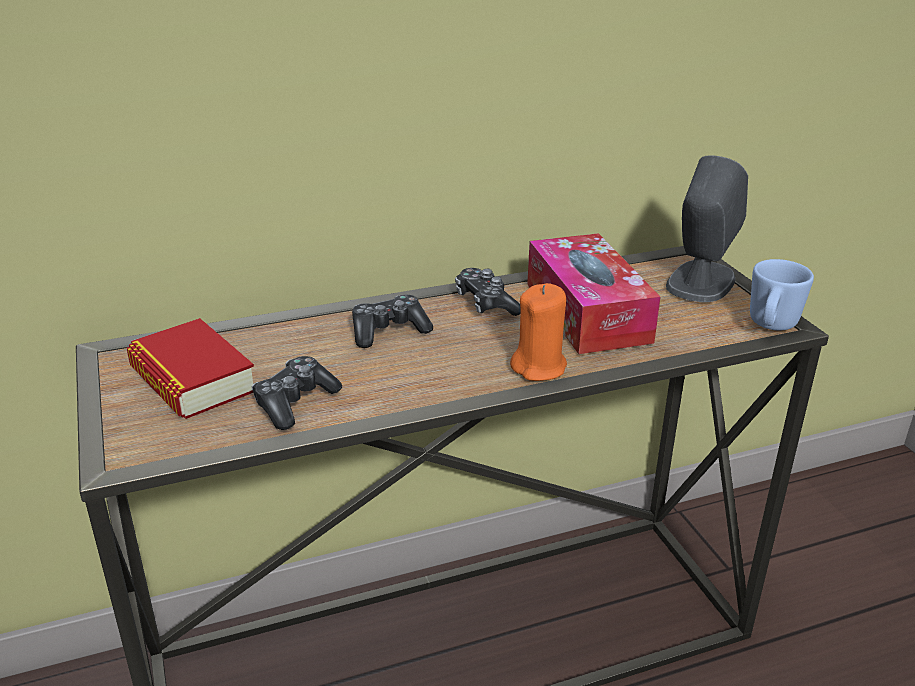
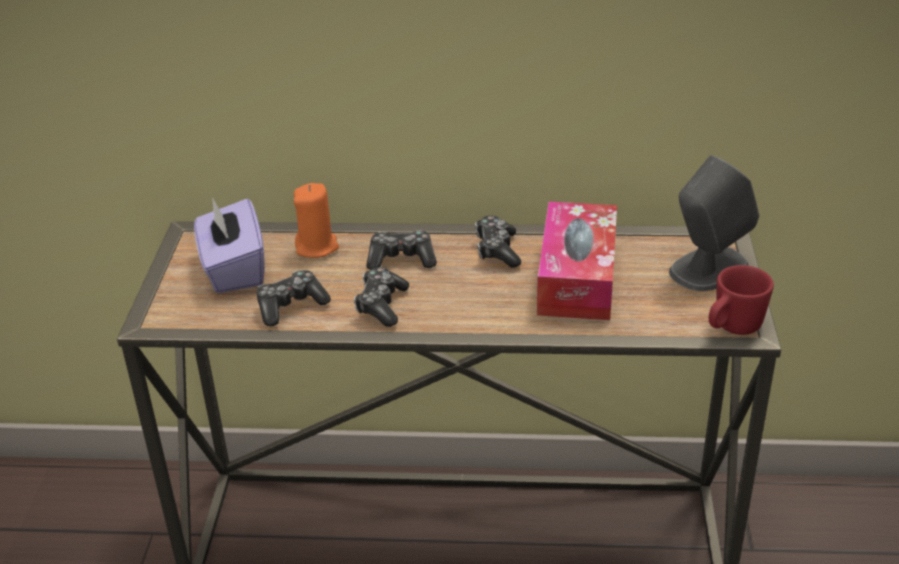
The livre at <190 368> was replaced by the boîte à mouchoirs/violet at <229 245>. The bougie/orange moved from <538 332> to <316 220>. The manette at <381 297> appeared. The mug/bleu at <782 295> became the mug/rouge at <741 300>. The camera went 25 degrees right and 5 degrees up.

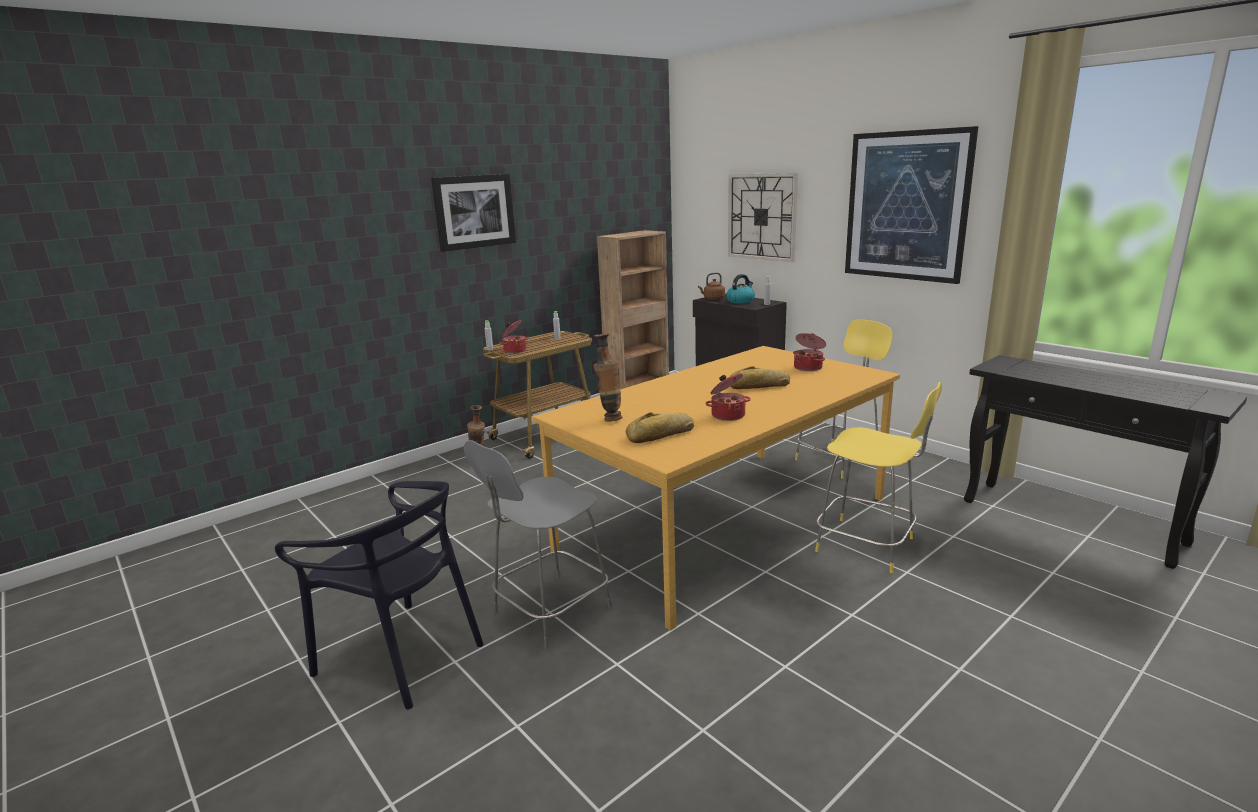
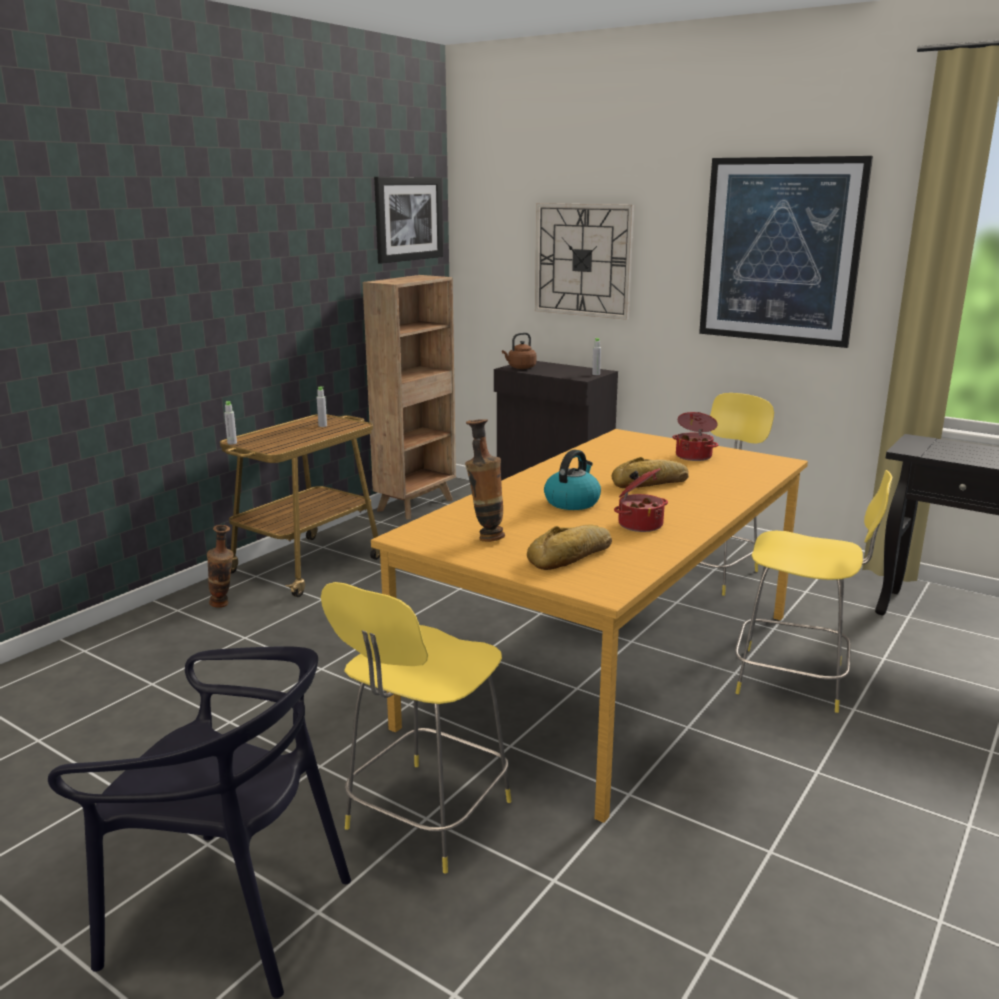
The tabouret/gris at <538 544> became the tabouret/jaune at <416 728>. The tableau moved from <473 213> to <408 220>. The bouilloire moved from <740 289> to <572 480>. The marmite at <513 336> disappeared. The camera went 15 degrees left and 0 degrees up.

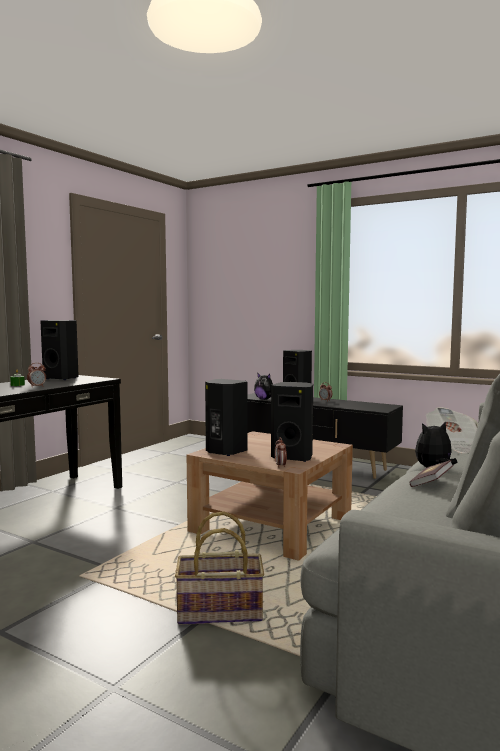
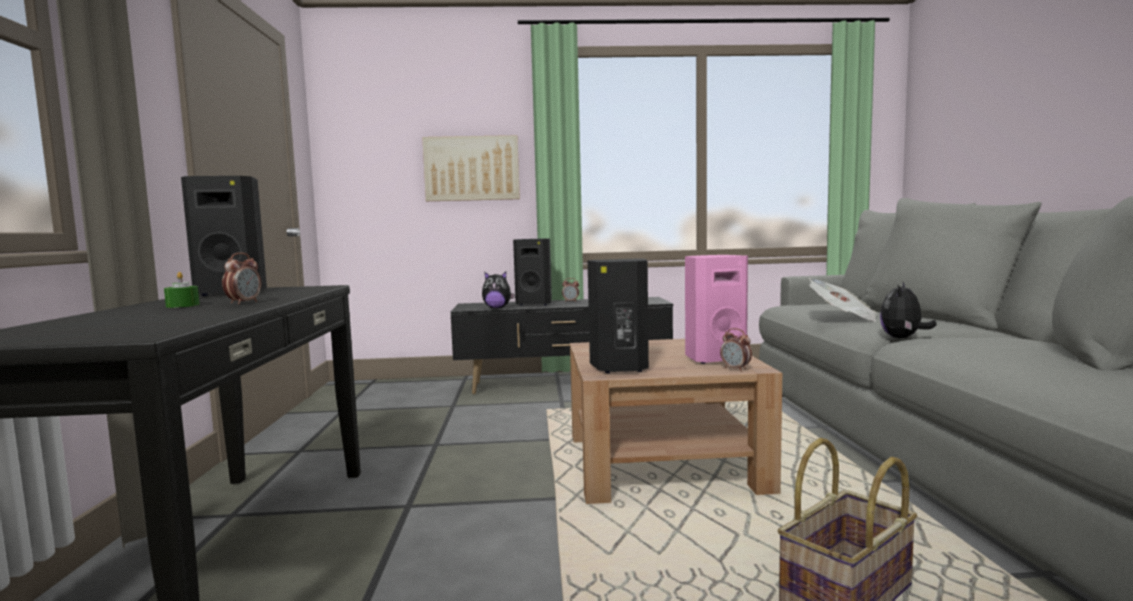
The tableau at <471 168> appeared. The enceinte/noir at <292 422> became the enceinte/rose at <716 309>. The livre at <431 473> disappeared. The camera went 35 degrees left and 0 degrees up.

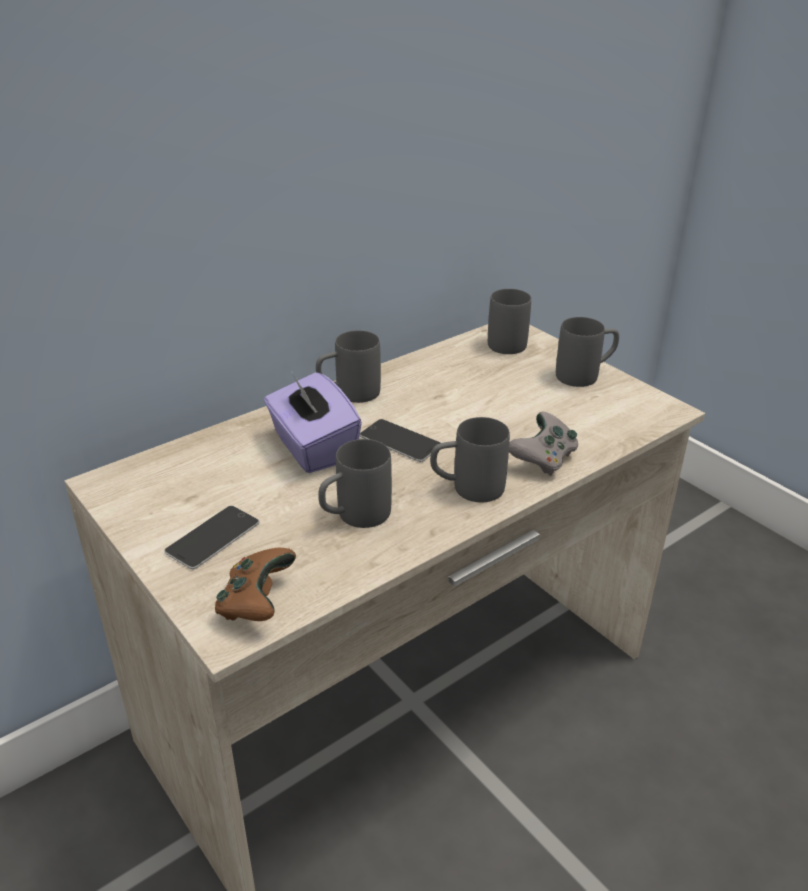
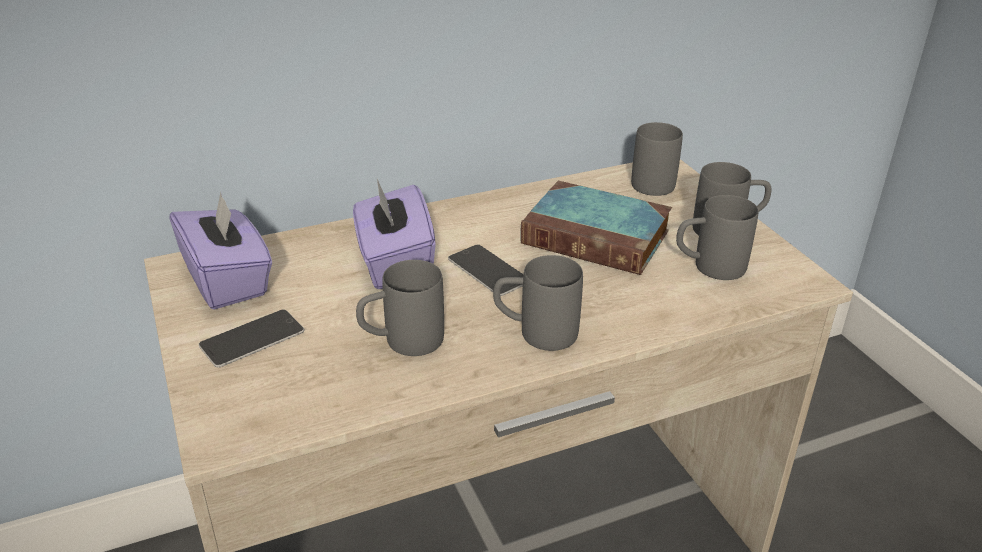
The boîte à mouchoirs/violet at <220 251> appeared. The livre at <596 228> appeared. The mug/gris moved from <348 366> to <717 237>. The manette/marron at <255 584> disappeared. The manette/gris at <543 444> disappeared. The camera went 15 degrees right and 0 degrees up.

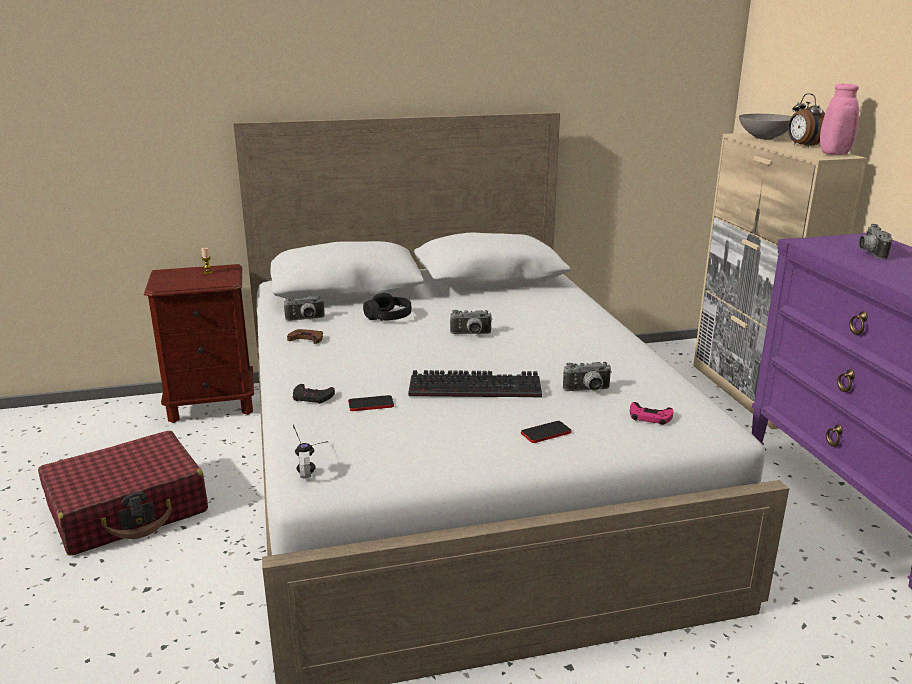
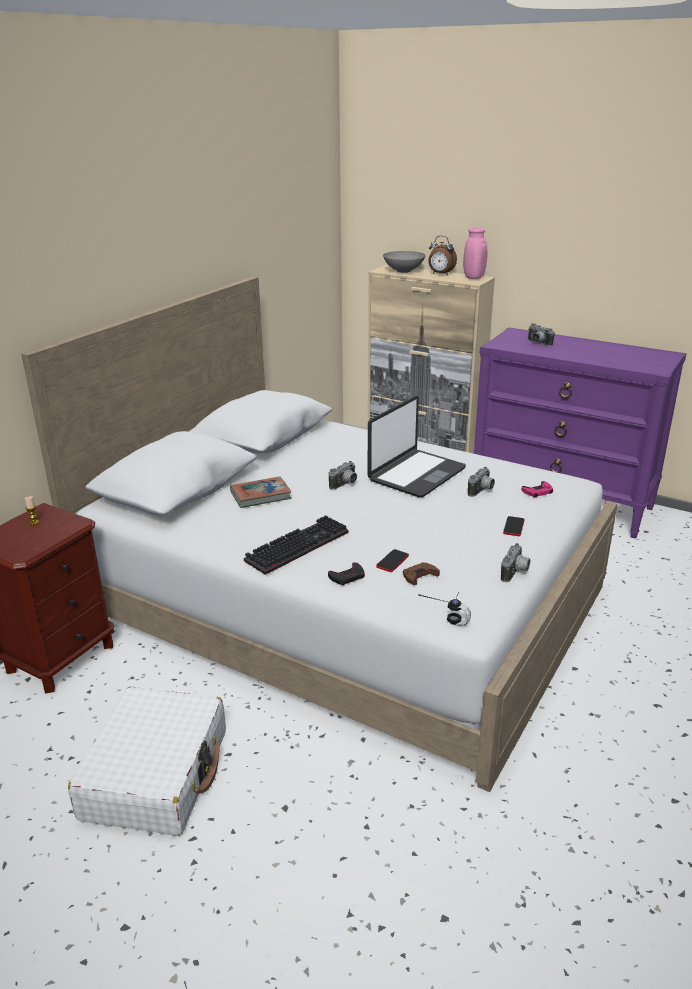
The valise/rouge at <123 493> became the valise/blanc at <147 761>. The casque audio/noir at <387 307> was replaced by the livre at <261 492>. The clavier moved from <475 384> to <296 545>. The ordinateur portable at <417 446> appeared. The manette/marron moved from <305 336> to <421 573>. The appareil photo moved from <304 308> to <515 562>. The camera went 45 degrees left and 5 degrees up.

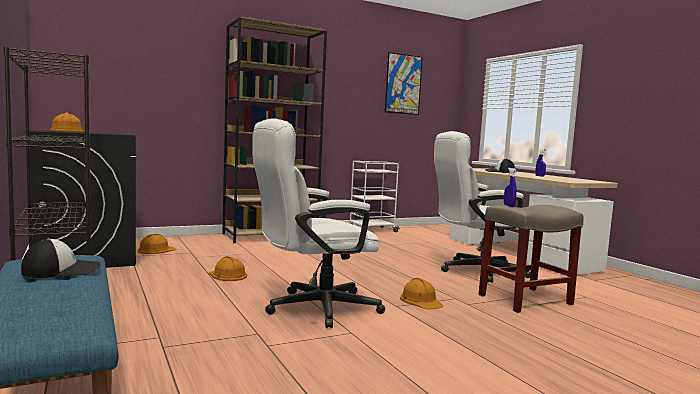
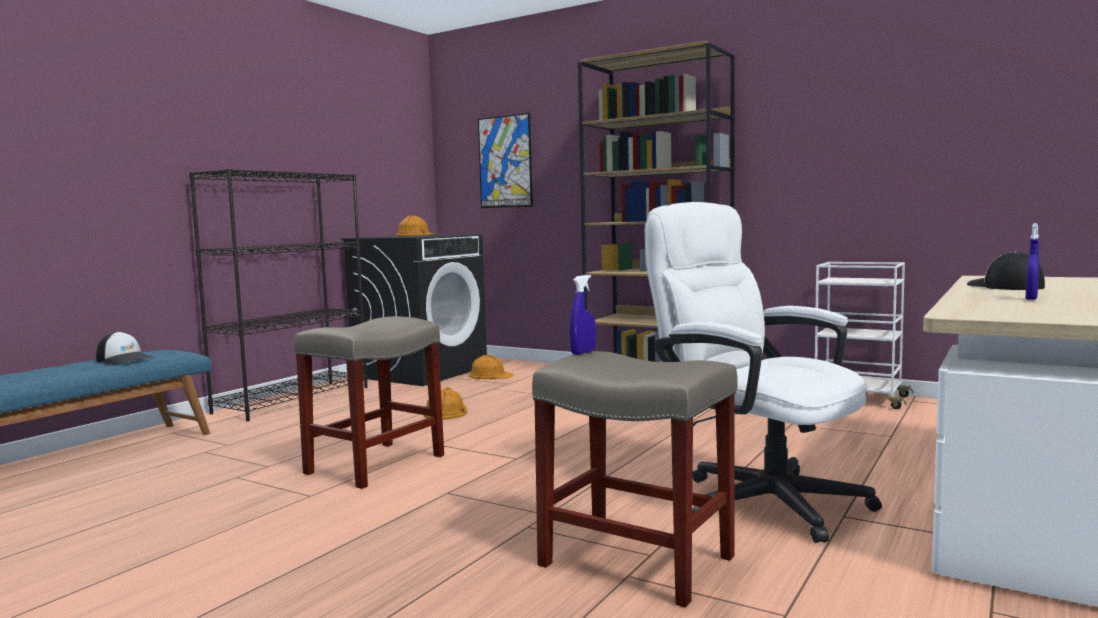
The chaise de bureau/blanc at <318 223> was replaced by the tabouret/beige at <369 402>. The tableau moved from <404 83> to <505 160>. The casque de chantier/orange at <422 293> disappeared. The camera went 60 degrees right and 0 degrees up.

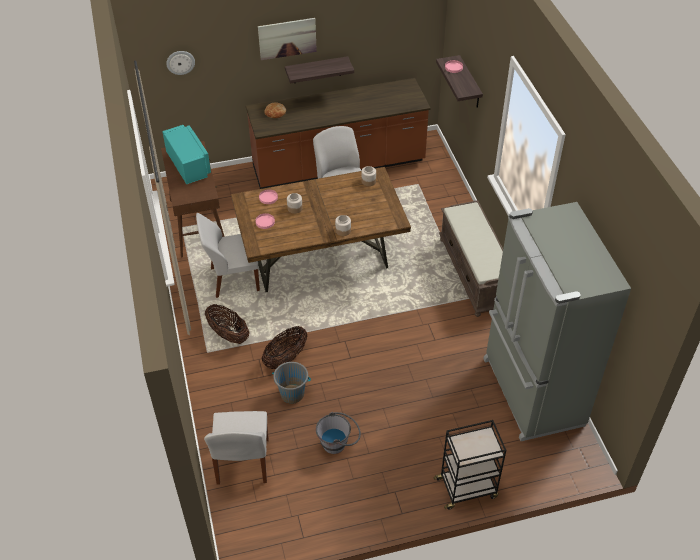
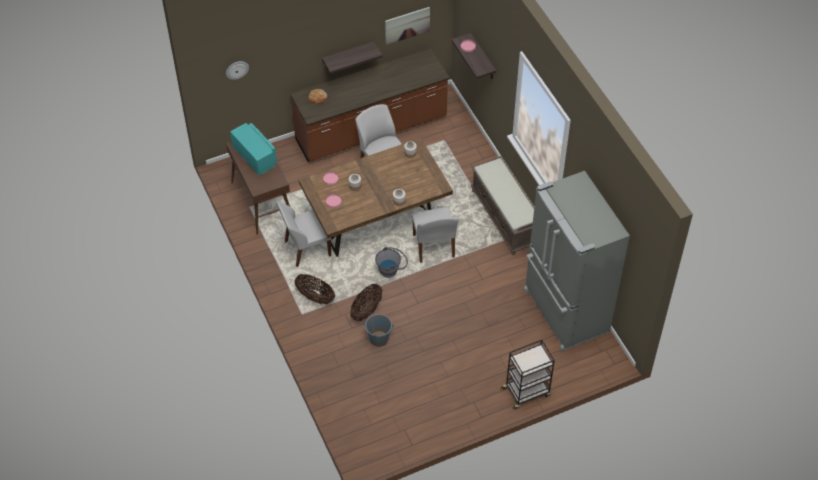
The seau/gris moved from <338 433> to <391 262>. The tableau moved from <287 39> to <407 26>. The chaise/blanc moved from <236 448> to <435 235>. The camera went 10 degrees left and 5 degrees up.

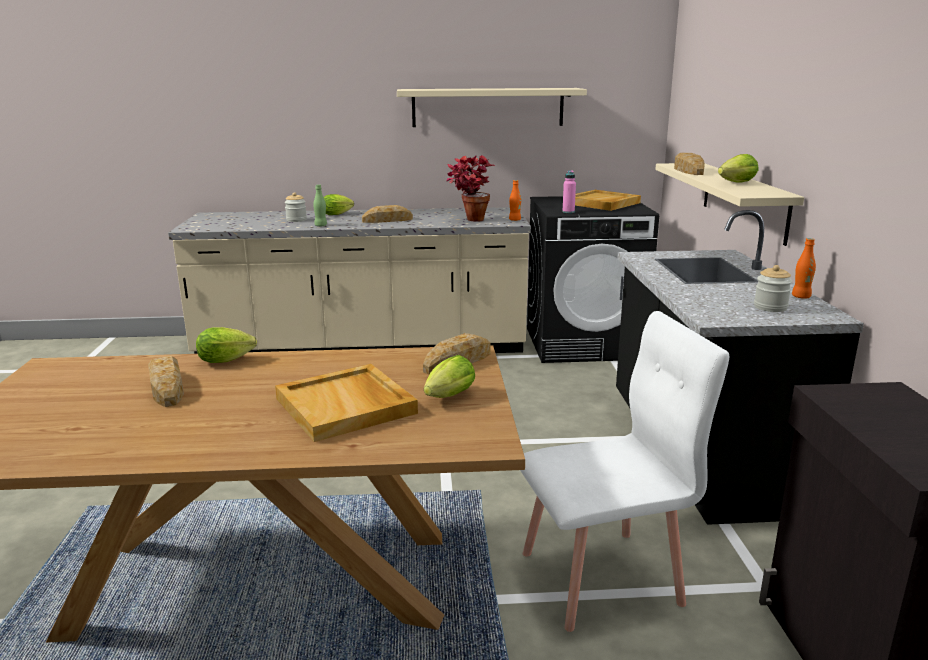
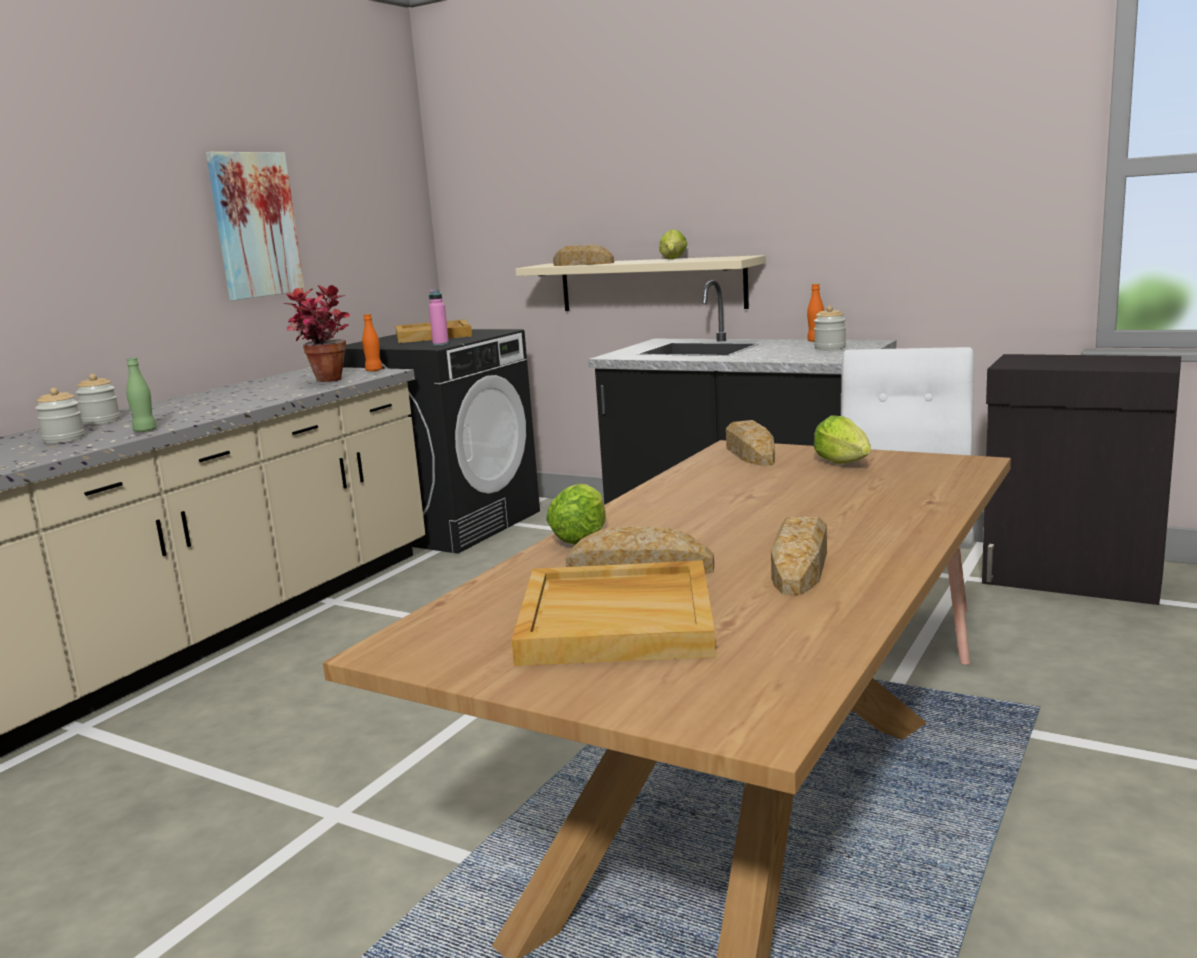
The laitue at <339 204> was replaced by the bocal at <98 399>. The étagère/beige at <492 107> was replaced by the tableau at <255 226>. The plateau/beige moved from <346 403> to <614 613>. The pain moved from <387 214> to <799 555>. The camera went 55 degrees left and 5 degrees down.

